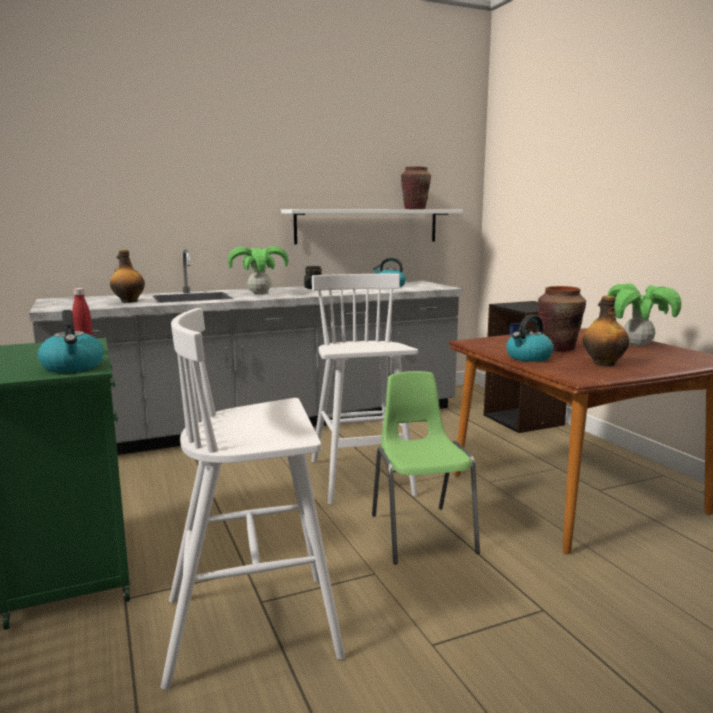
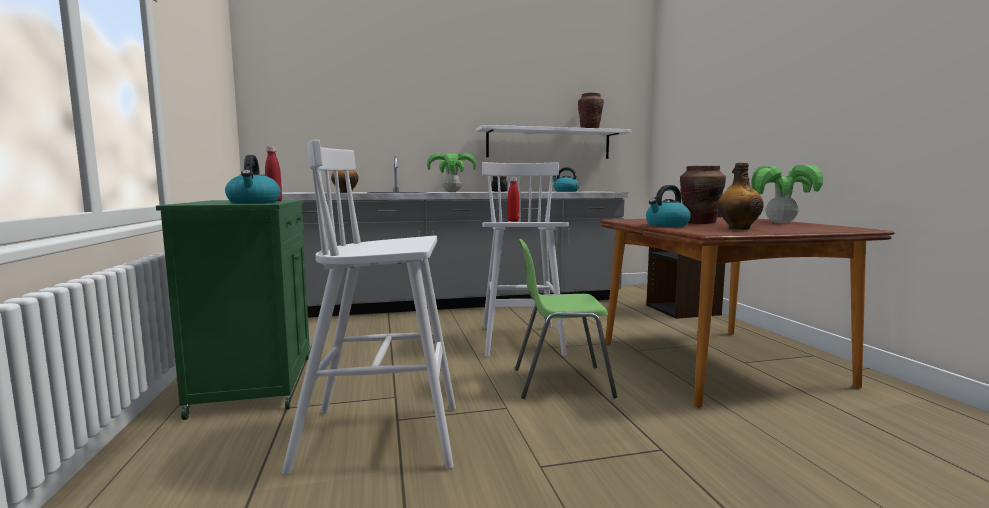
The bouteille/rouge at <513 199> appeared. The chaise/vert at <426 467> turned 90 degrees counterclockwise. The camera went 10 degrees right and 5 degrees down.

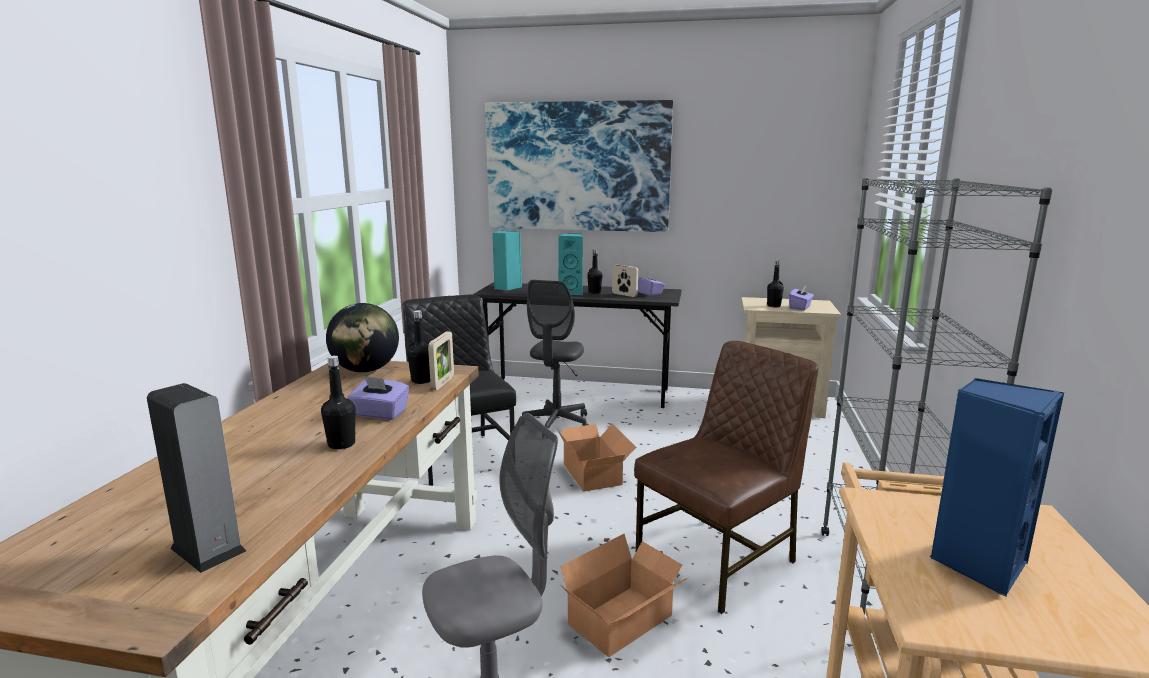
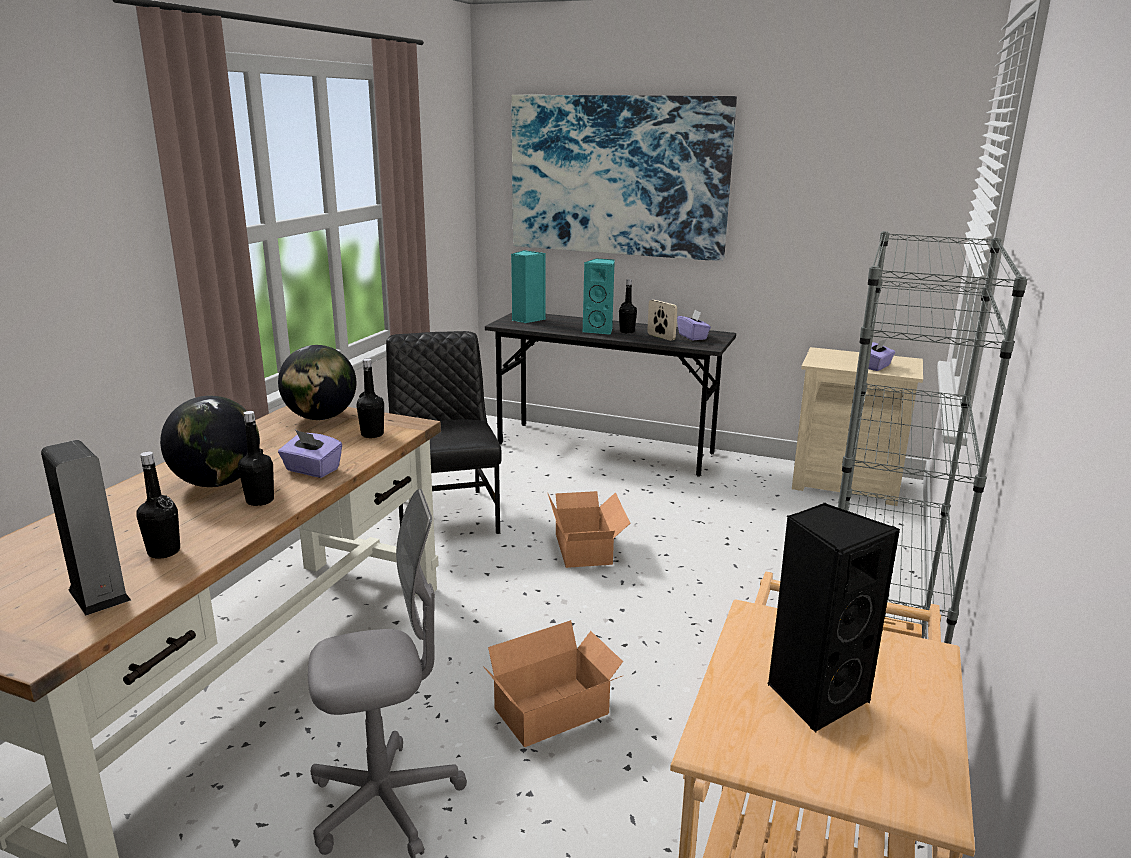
The bouteille/noir moved from <775 283> to <158 505>. The globe at <210 441> appeared. The enceinte/bleu at <997 487> became the enceinte/noir at <834 617>. The cadre photo at <441 360> disappeared. The chaise de bureau/gris at <554 354> disappeared. The chaise/marron at <726 477> disappeared. The camera went 10 degrees right and 5 degrees up.

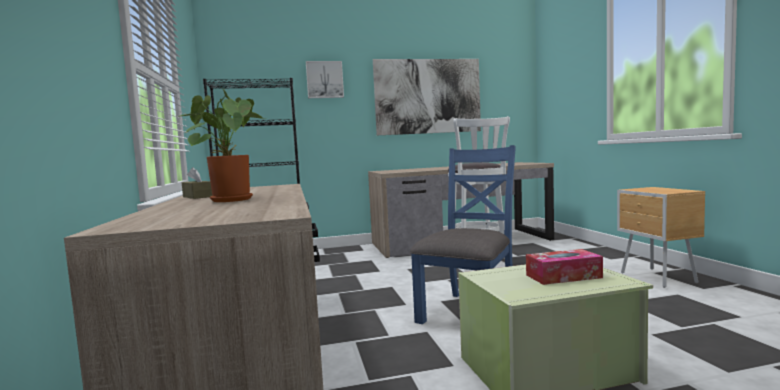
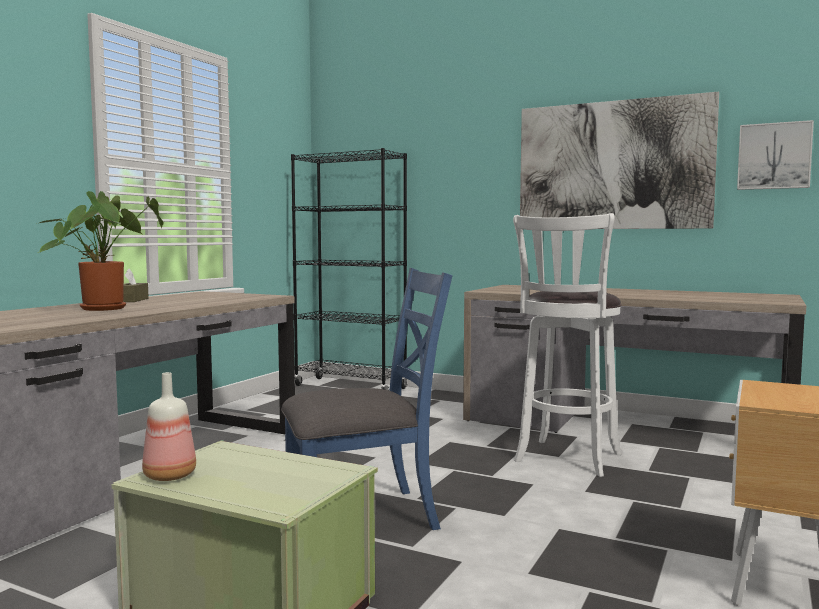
The bouteille at <169 426> appeared. The tableau moved from <325 79> to <775 155>. The boîte à mouchoirs at <564 267> disappeared. The camera went 40 degrees right and 0 degrees up.

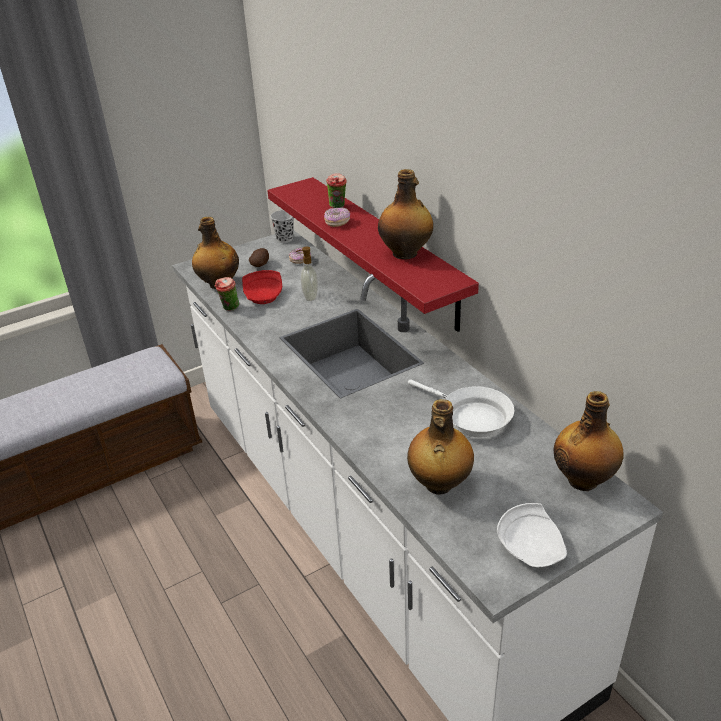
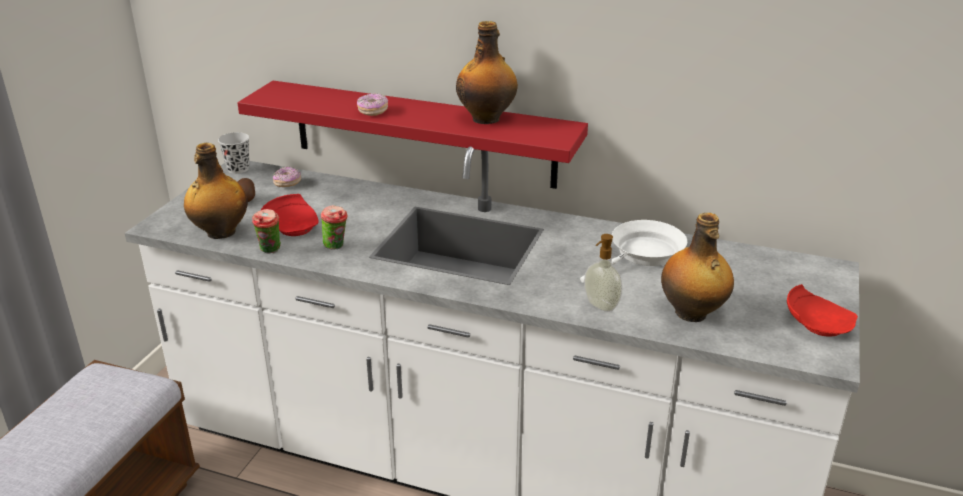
The tasse moved from <336 191> to <334 227>. The poêle/blanc at <461 408> turned 45 degrees counterclockwise. The distributeur de savon moved from <307 274> to <603 273>. The assiette/blanc at <532 535> became the assiette/rouge at <822 310>. The bouteille at <589 441> disappeared. The camera went 40 degrees left and 5 degrees down.

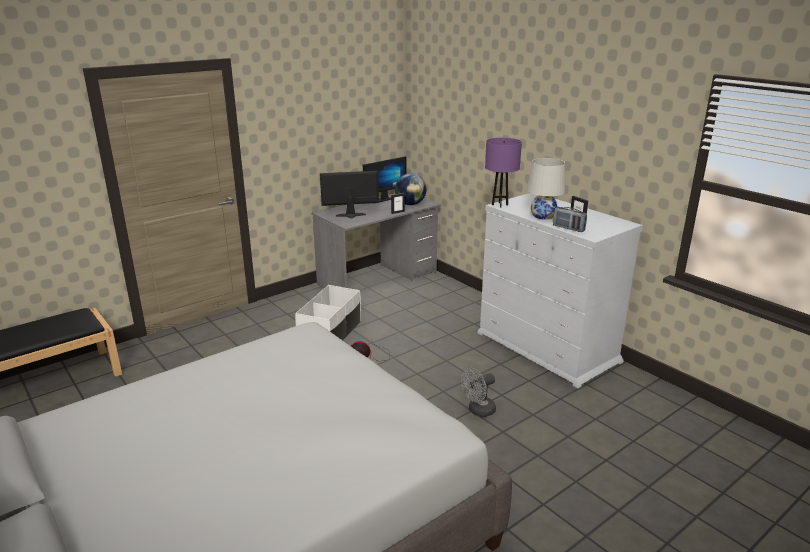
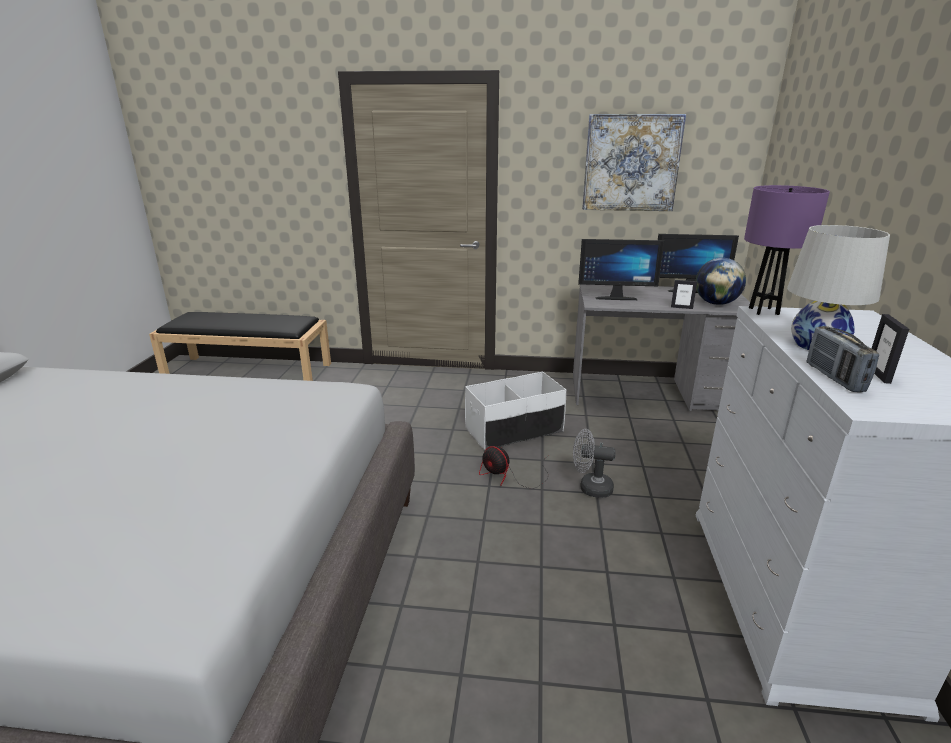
The ventilateur/gris moved from <478 392> to <594 463>. The écran d'ordinateur at <349 195> turned 150 degrees clockwise. The tableau at <634 162> appeared. The camera went 45 degrees right and 0 degrees up.

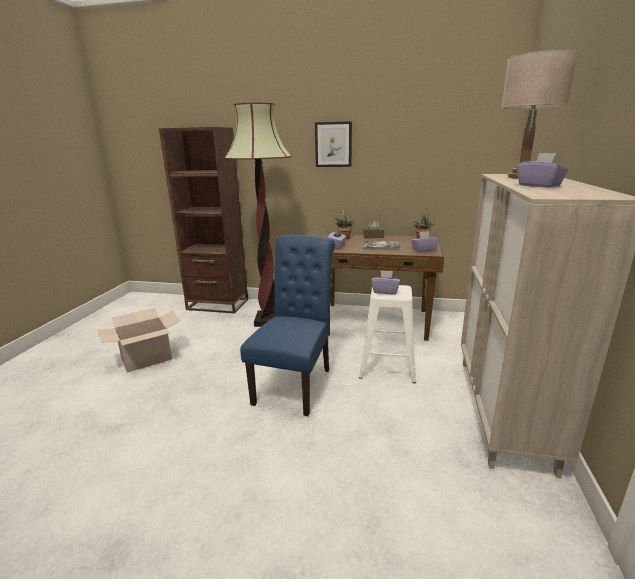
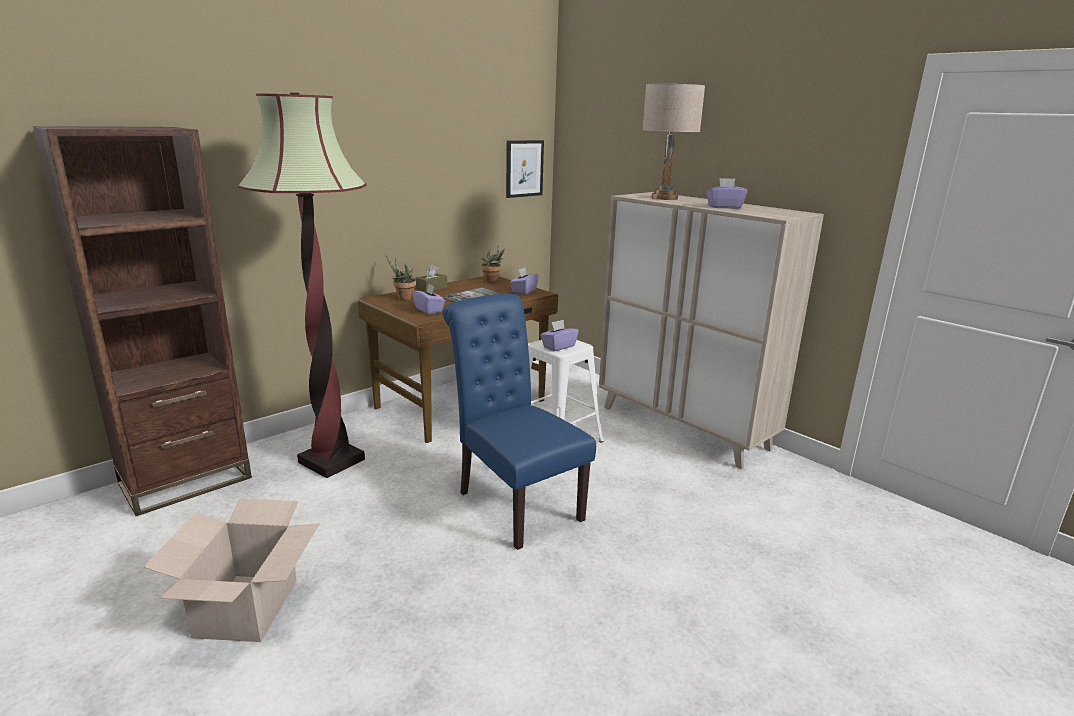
The tableau moved from <333 144> to <525 169>. The camera went 55 degrees left and 0 degrees up.

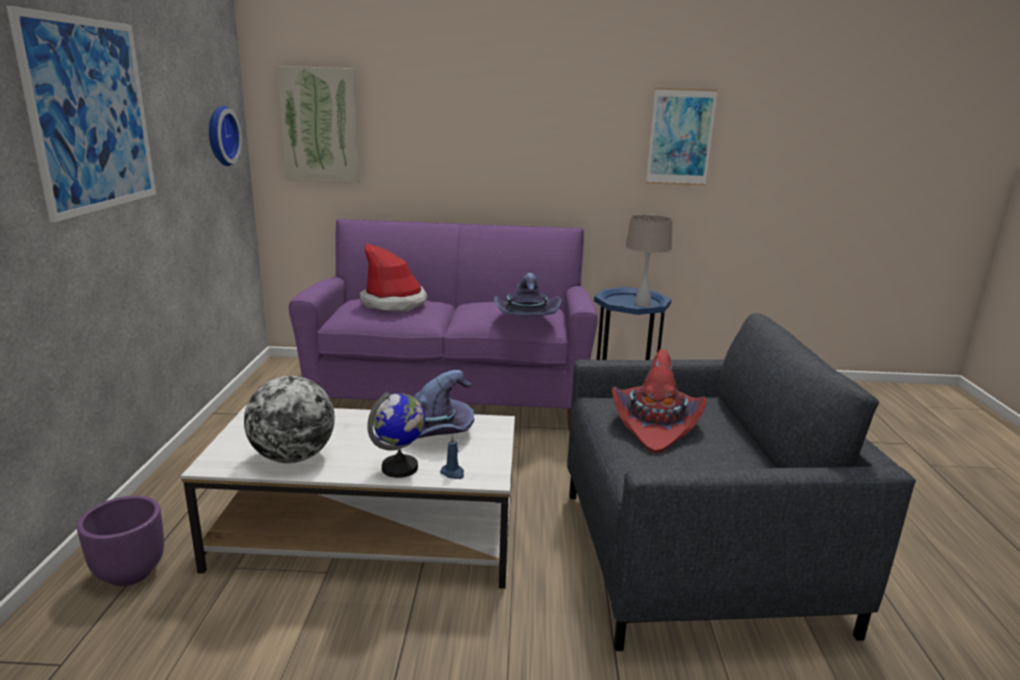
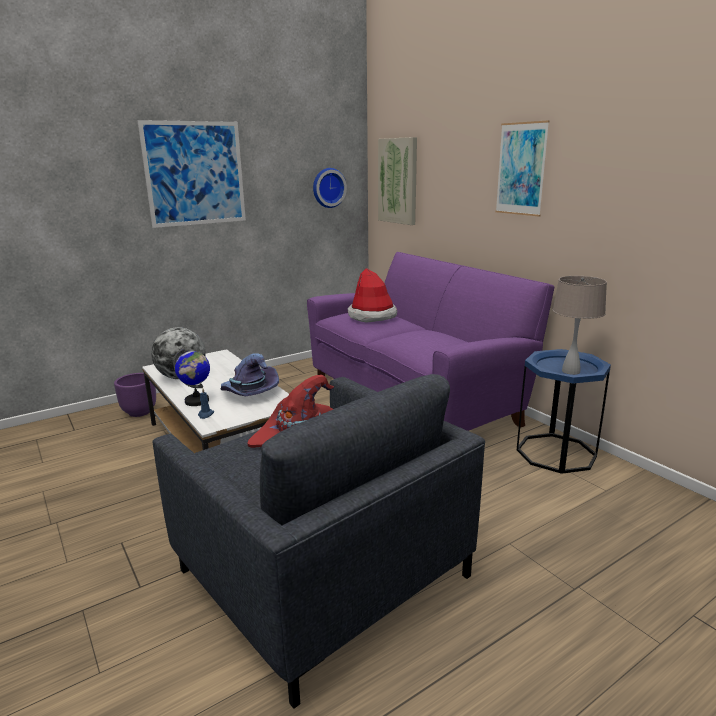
The tableau moved from <682 137> to <522 168>. The chapeau/violet at <528 294> disappeared. The camera went 55 degrees right and 0 degrees up.

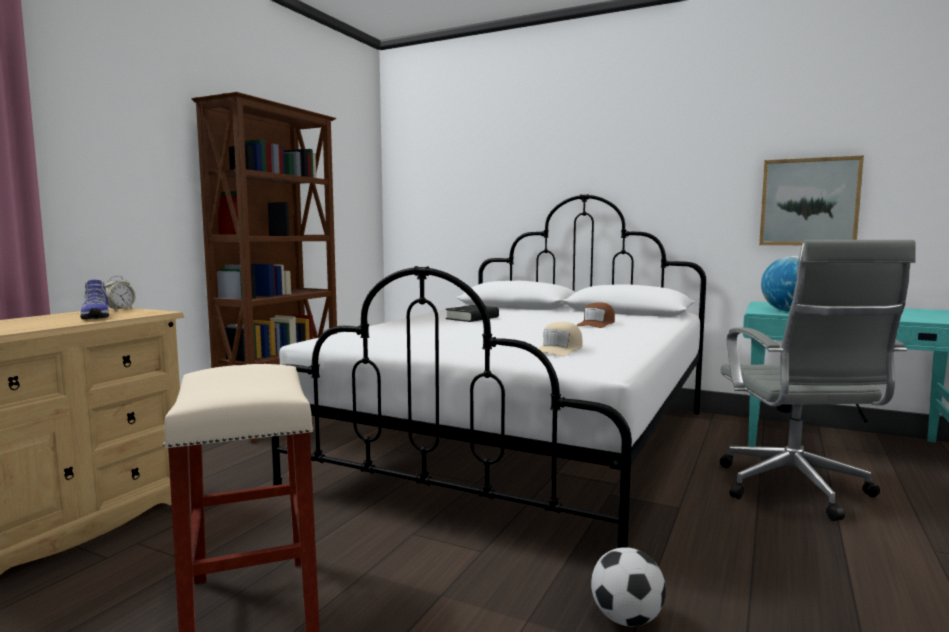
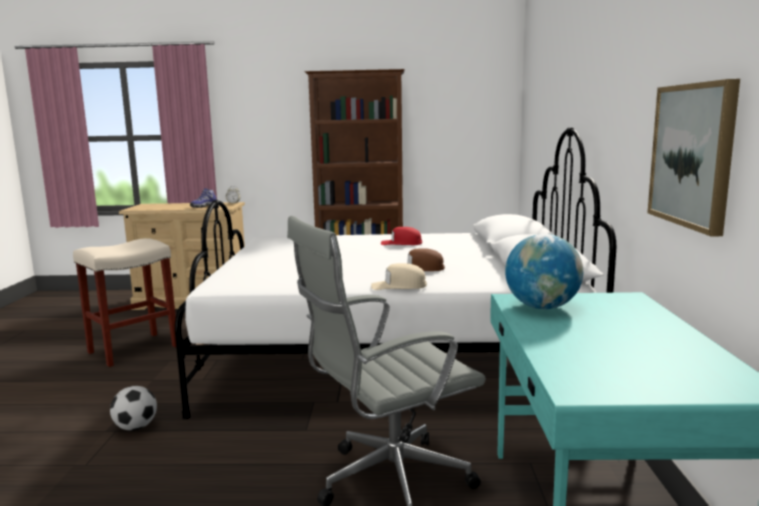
The casquette/beige moved from <560 339> to <399 276>. The livre/noir at <472 313> was replaced by the casquette/rouge at <401 236>. The camera went 65 degrees right and 5 degrees up.

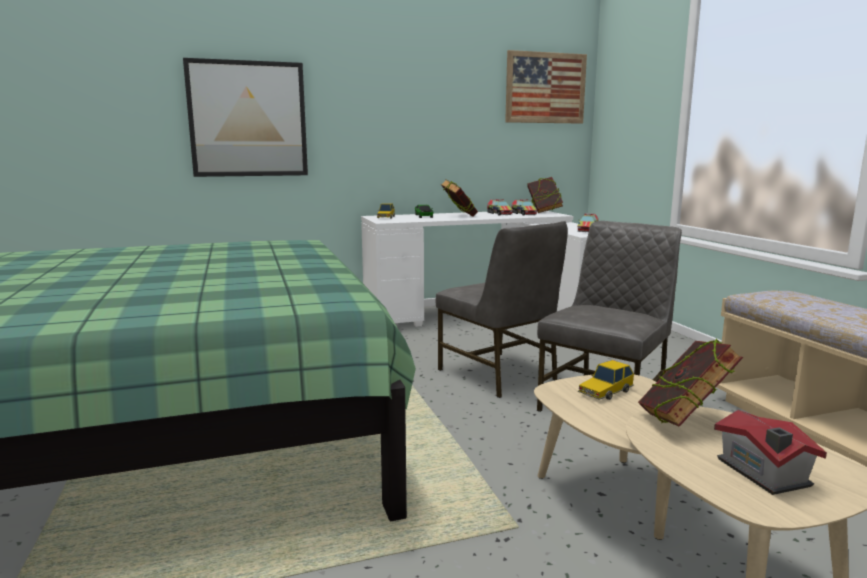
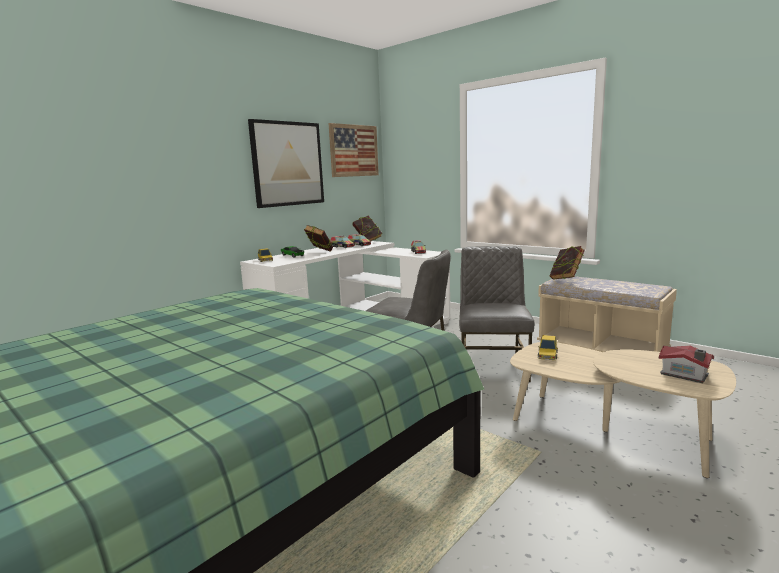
The tableau moved from <245 117> to <286 163>. The livre moved from <690 383> to <567 263>. The camera went 30 degrees left and 0 degrees up.

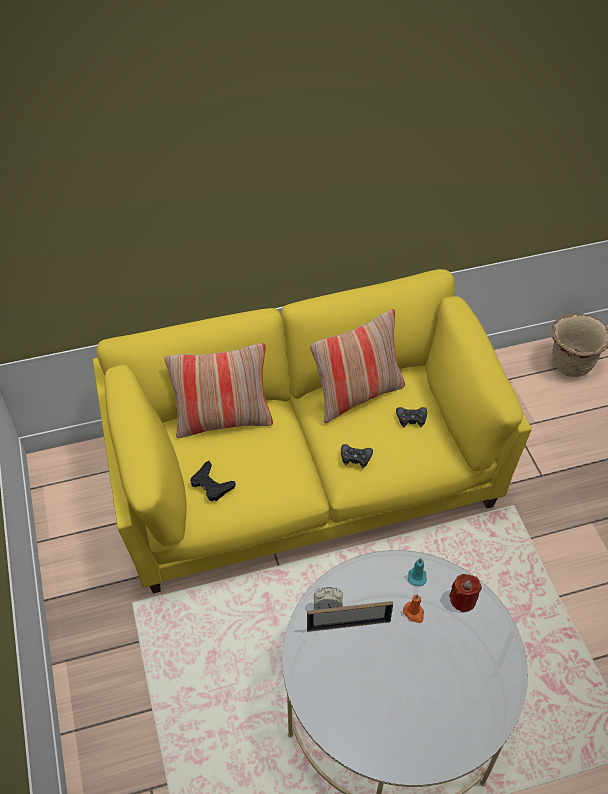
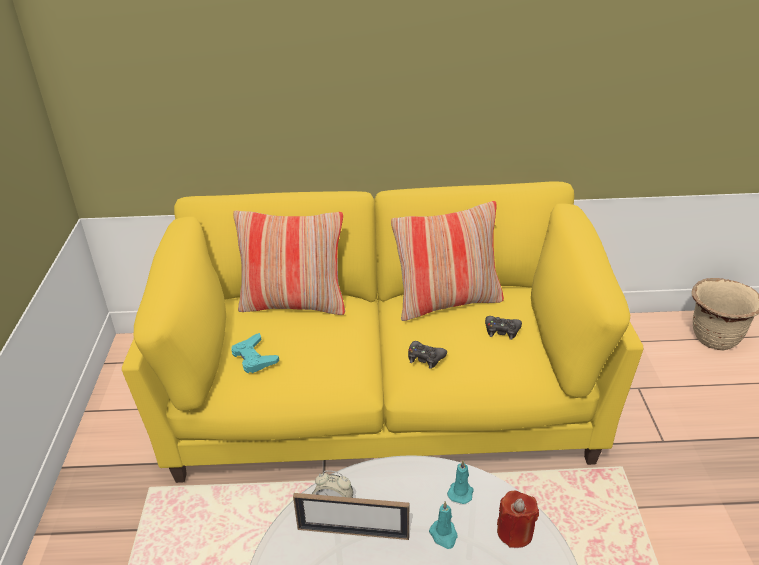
The manette/noir at <213 481> became the manette/turquoise at <255 353>. The bougie/orange at <413 608> became the bougie/turquoise at <443 525>. The camera went 15 degrees right and 15 degrees down.

